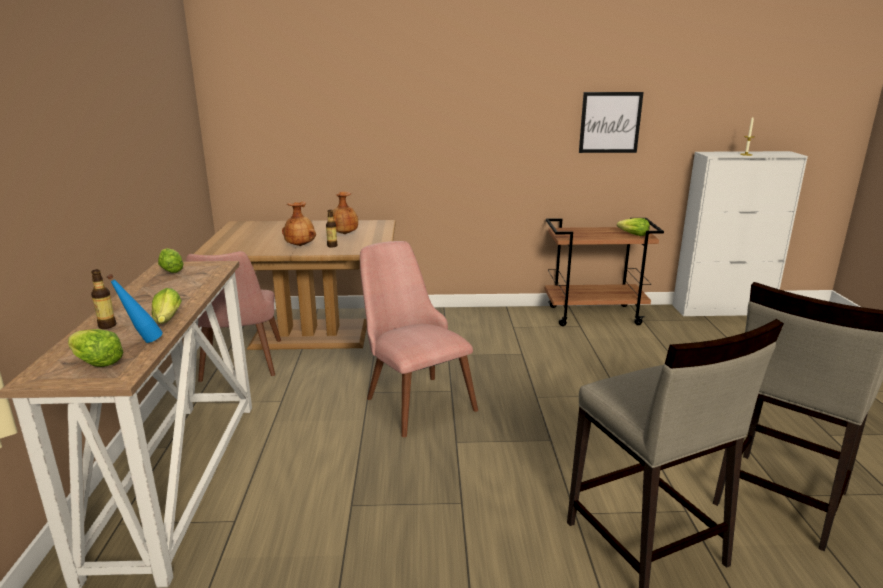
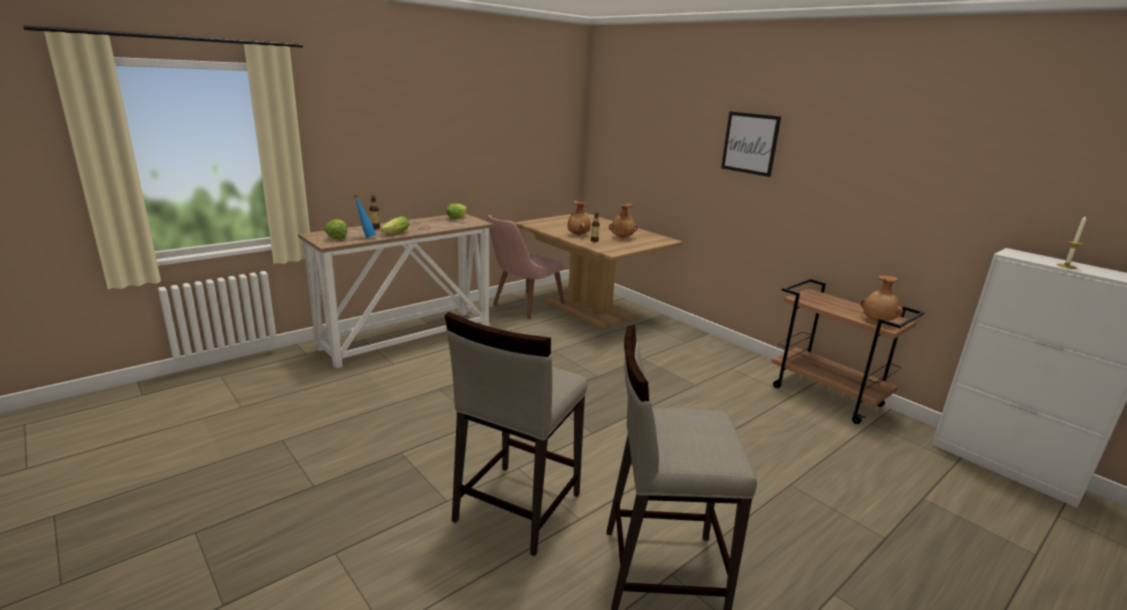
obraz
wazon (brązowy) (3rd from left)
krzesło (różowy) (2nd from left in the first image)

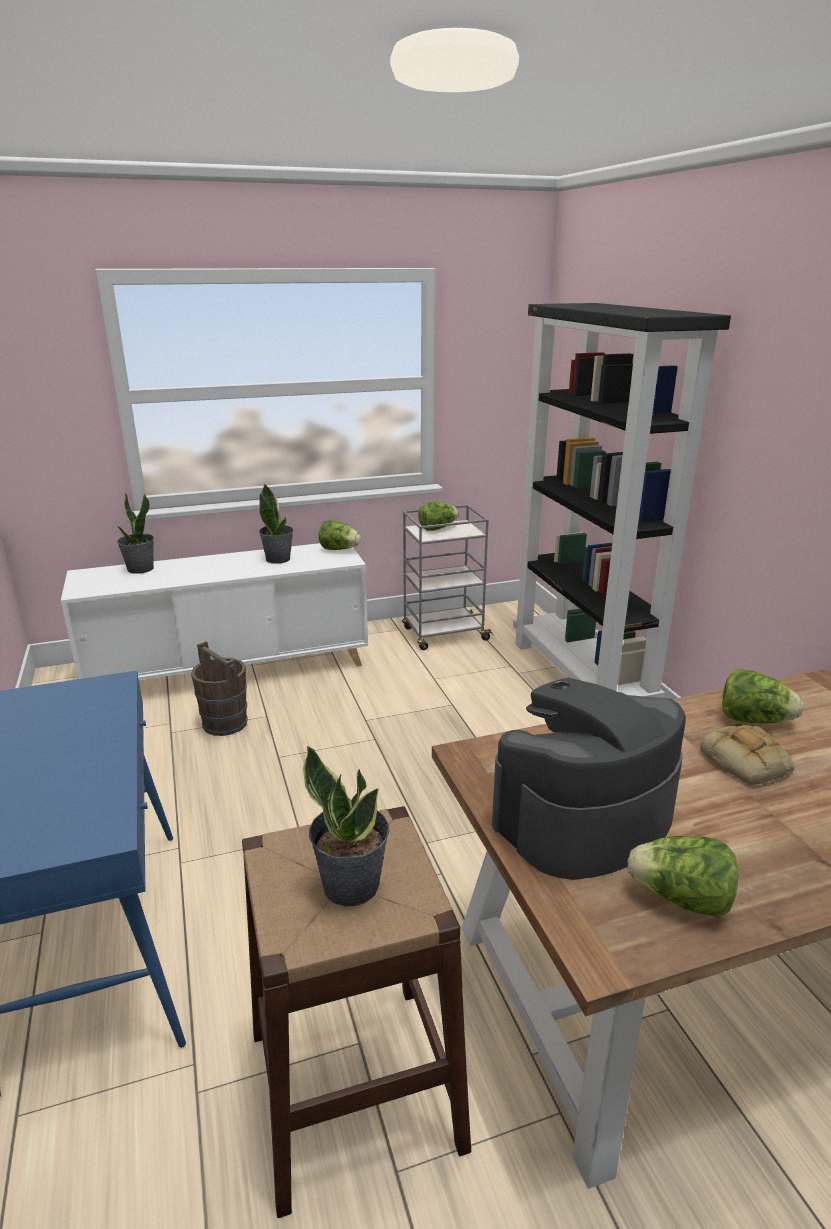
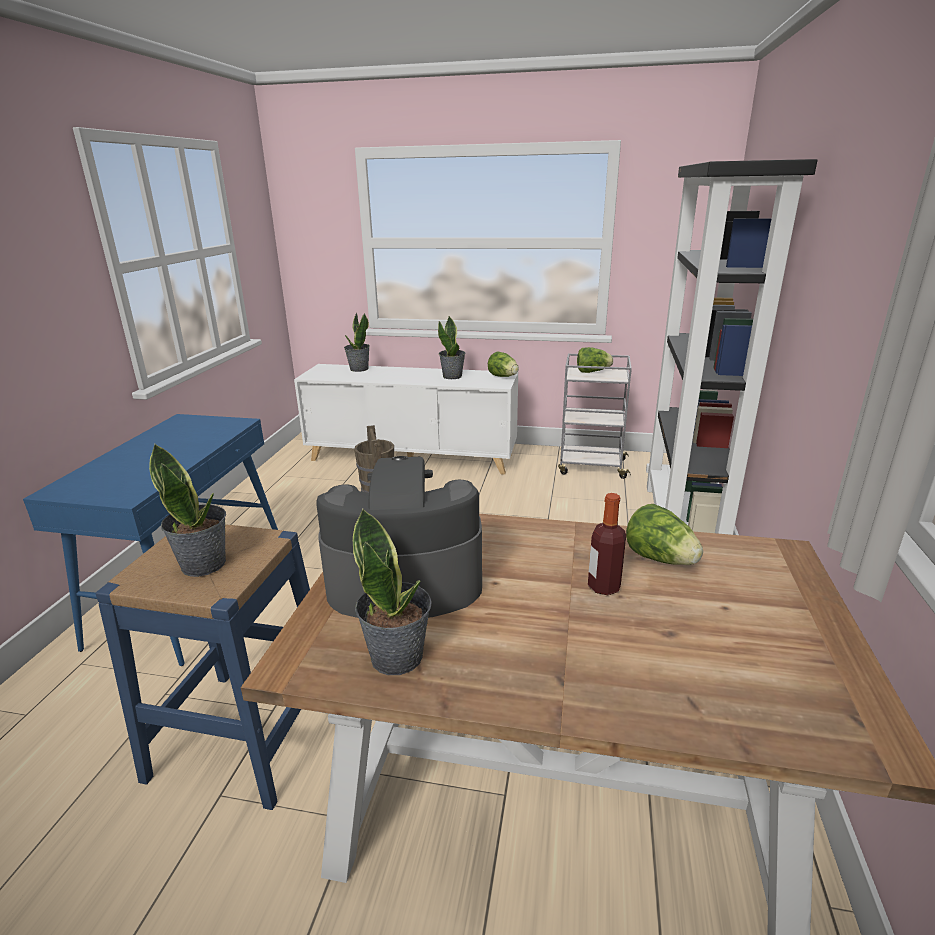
stołek (niebieski)
roślina doniczkowa (3rd from left)
butelka

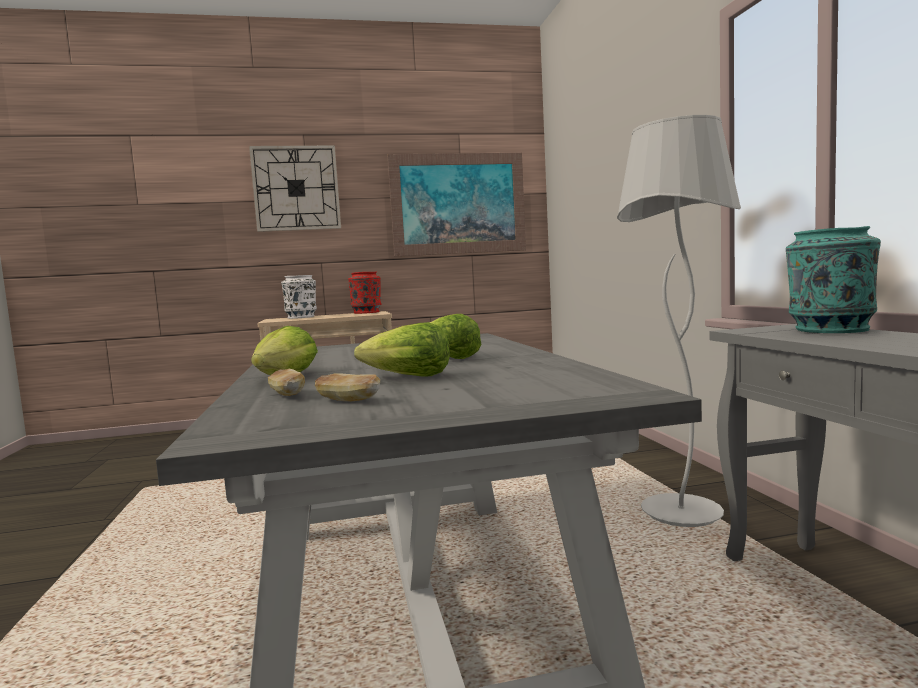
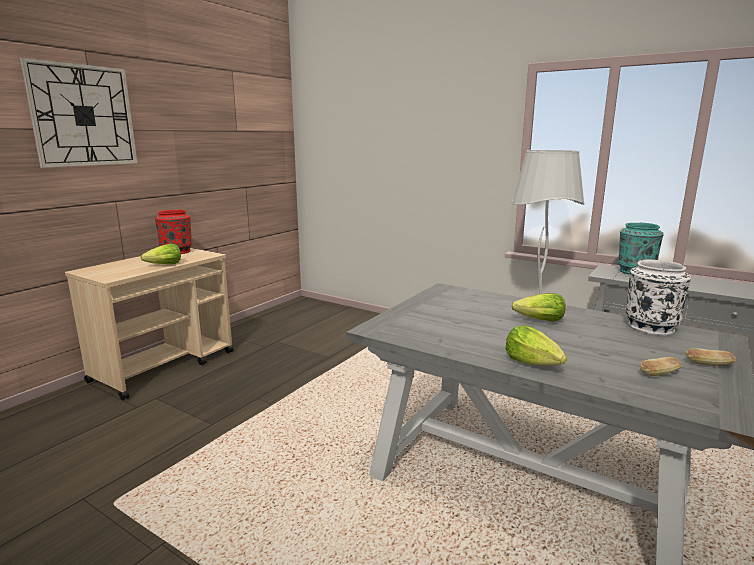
sałata (1st from left)
wazon (biały)
chleb (2nd from left)
obraz

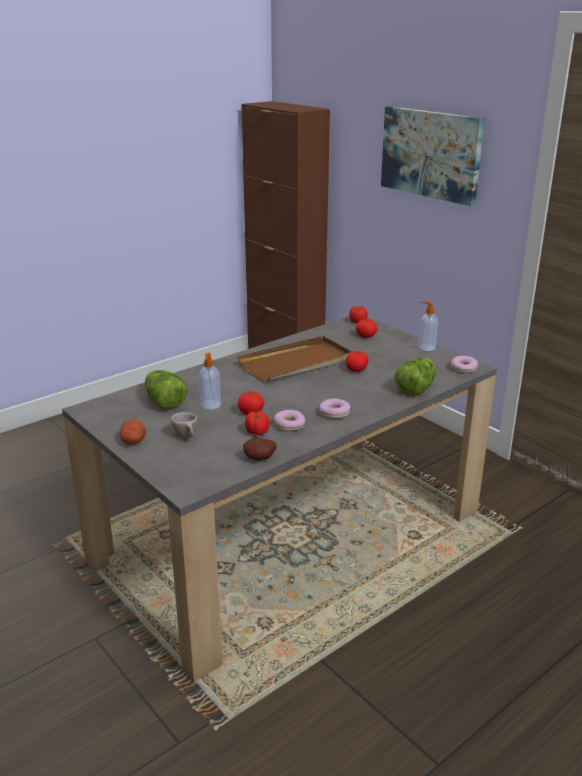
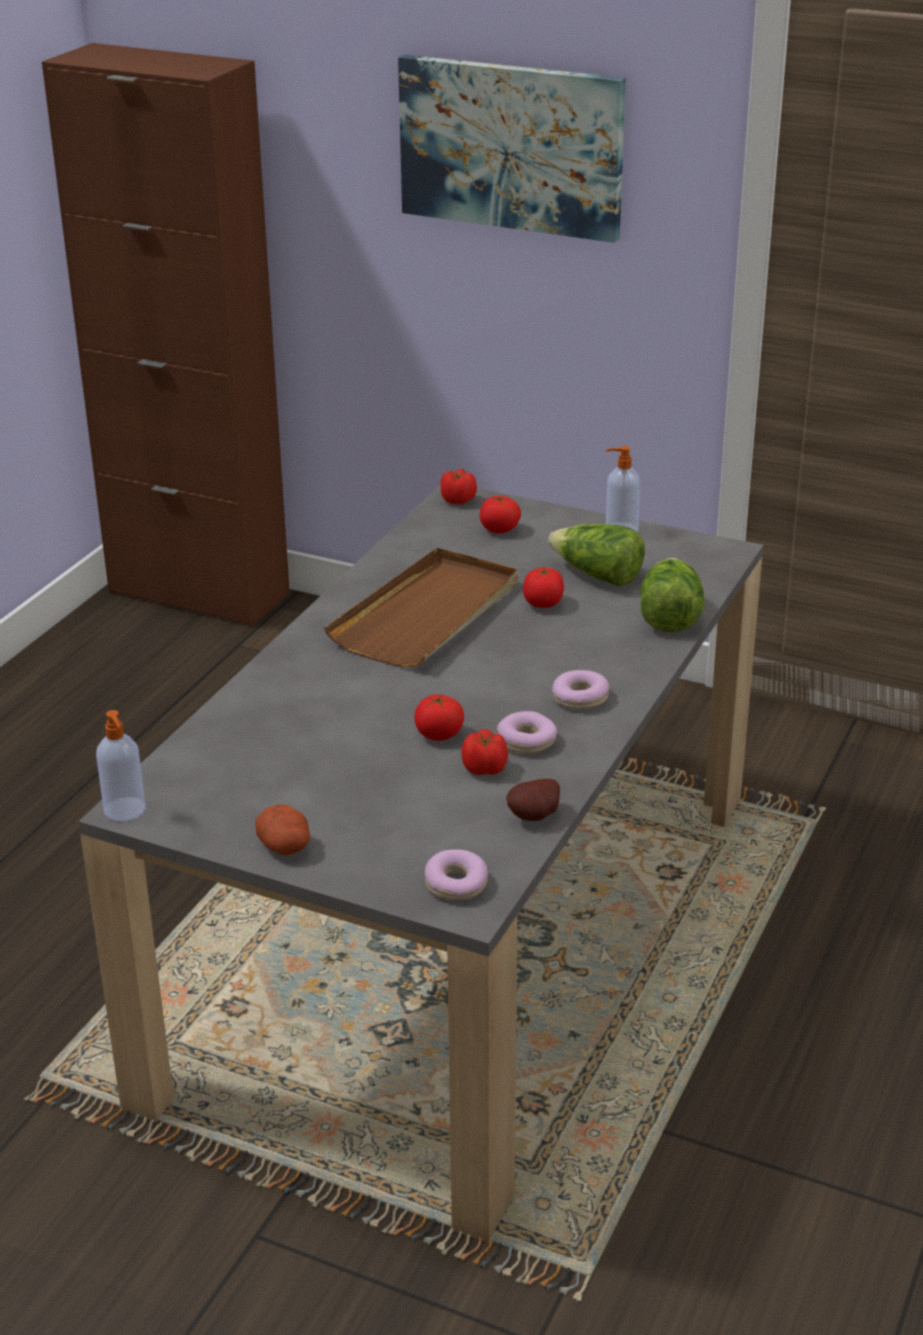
dozownik mydła (1st from left)
donut (1st from left)
sałata (1st from left)
filiżanka (beżowy)

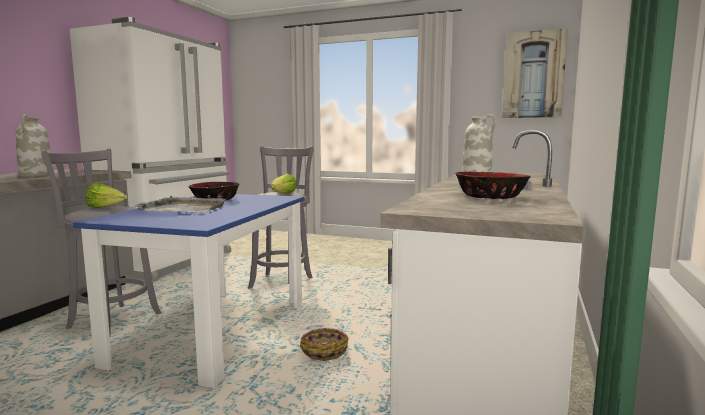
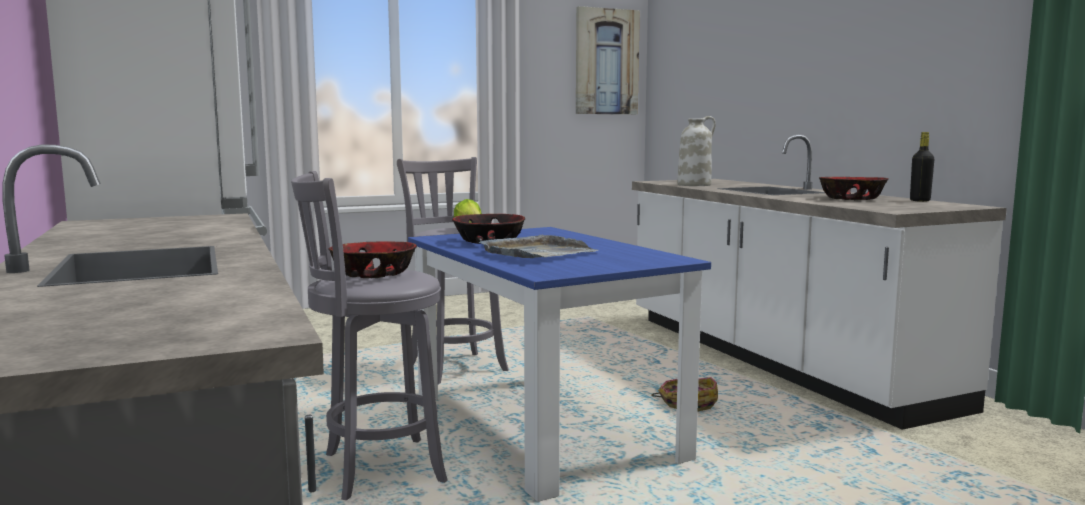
miska (1st from left)
butelka (czarny)
wazon (biały) (1st from left in the first image)

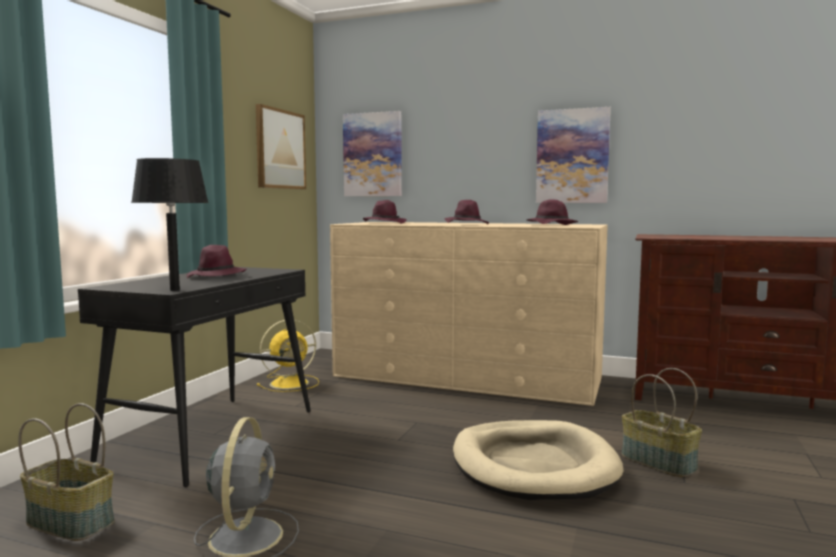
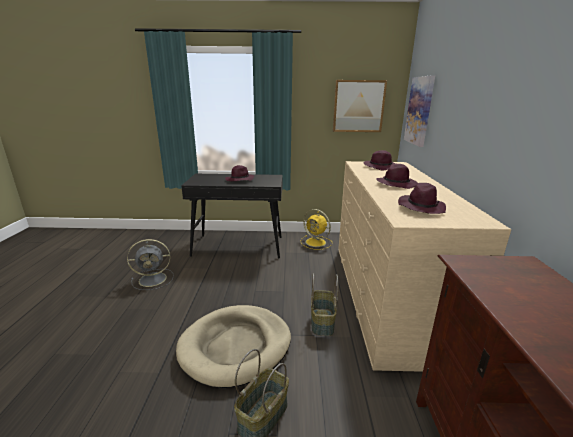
koszyk (2nd from left)
lampa stołowa (czarny)
obraz (3rd from left in the first image)

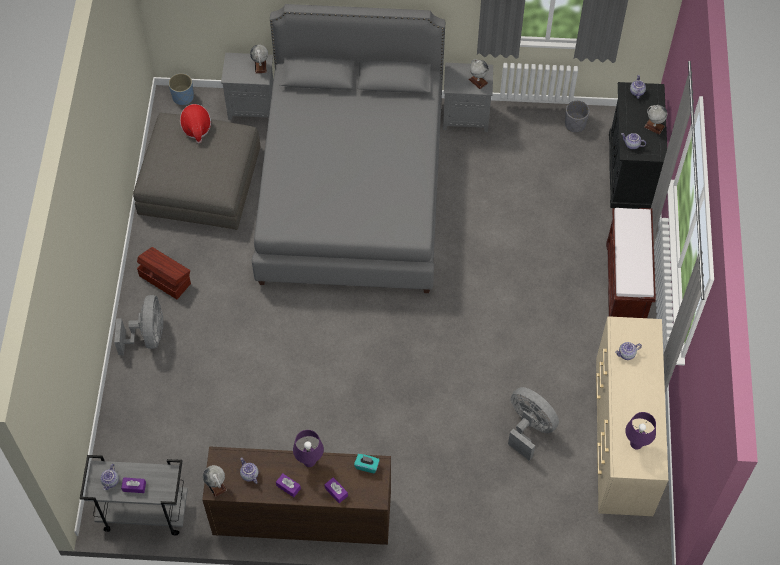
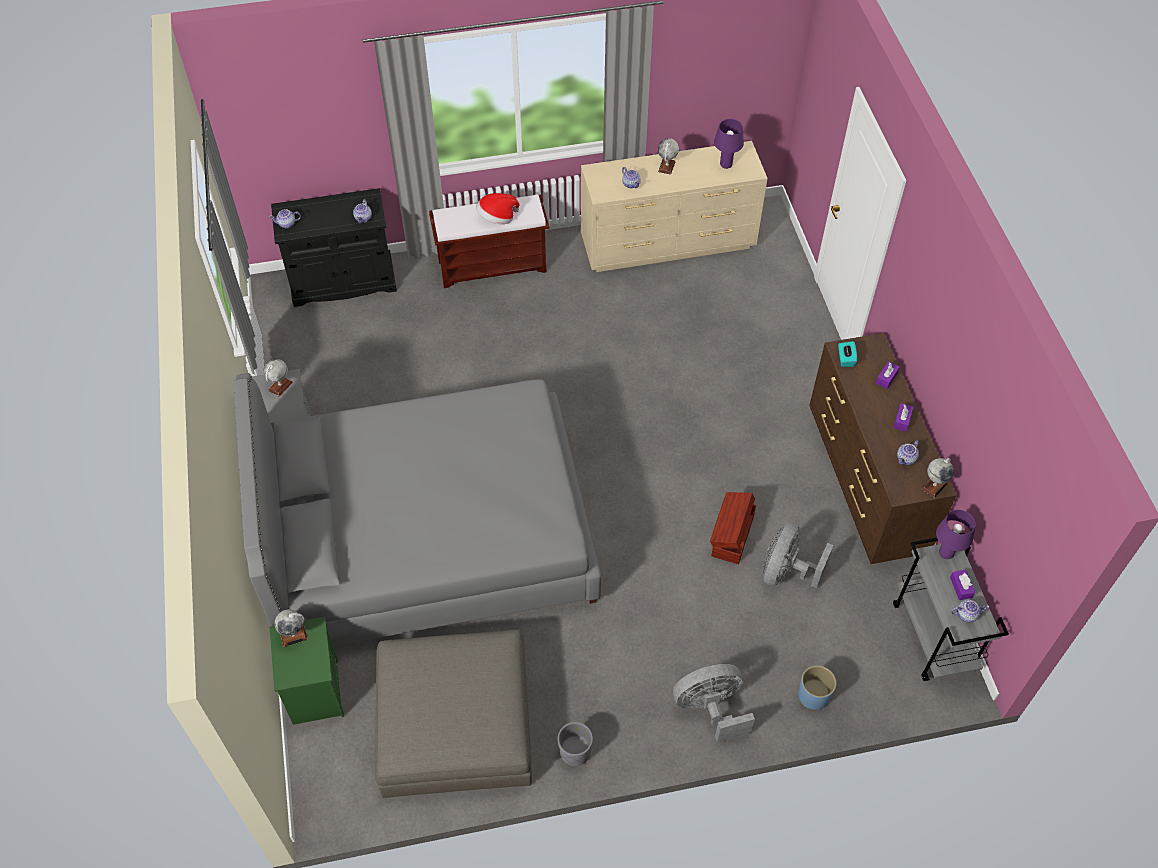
szafka nocna (zielony)
kapelusz
donica (szary)
globus (3rd from left)
pojemnik do przechowywania (brązowy)
wentylator (szary) (2nd from left)
donica (niebieski)
lampa stołowa (fioletowy) (2nd from left)

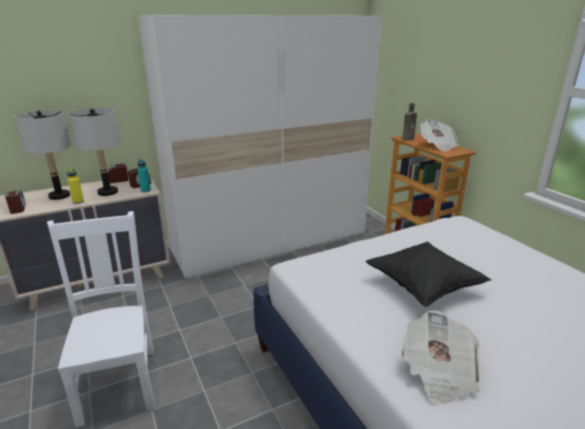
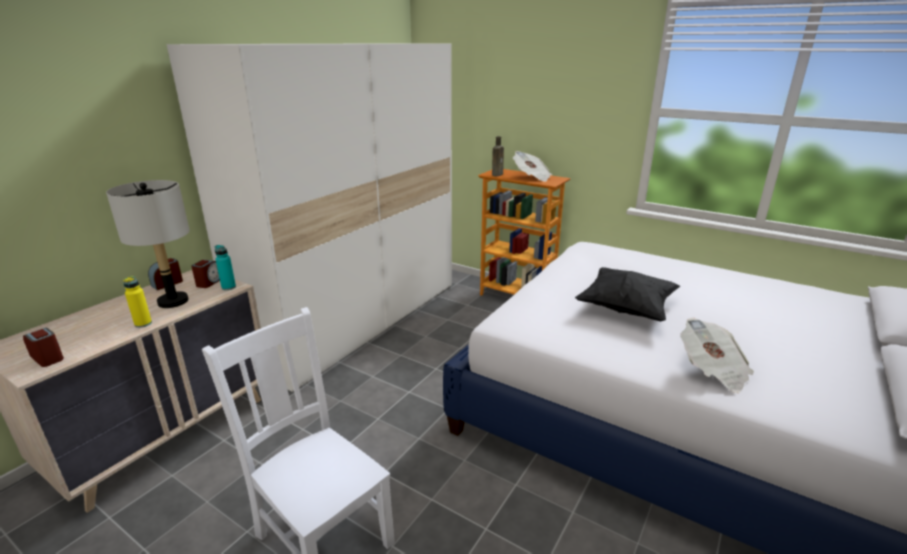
lampa stołowa (szary) (1st from left in the first image)

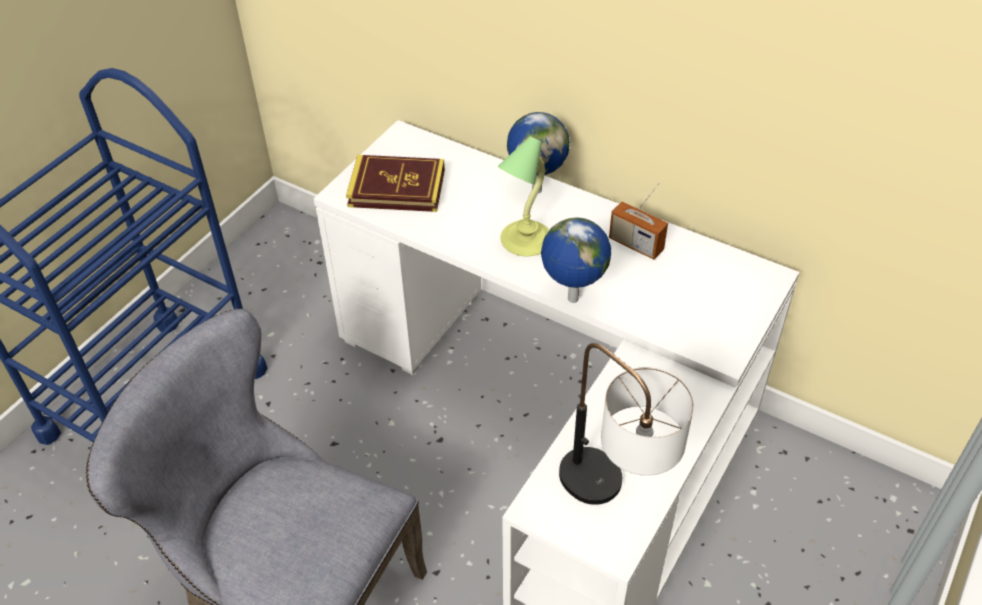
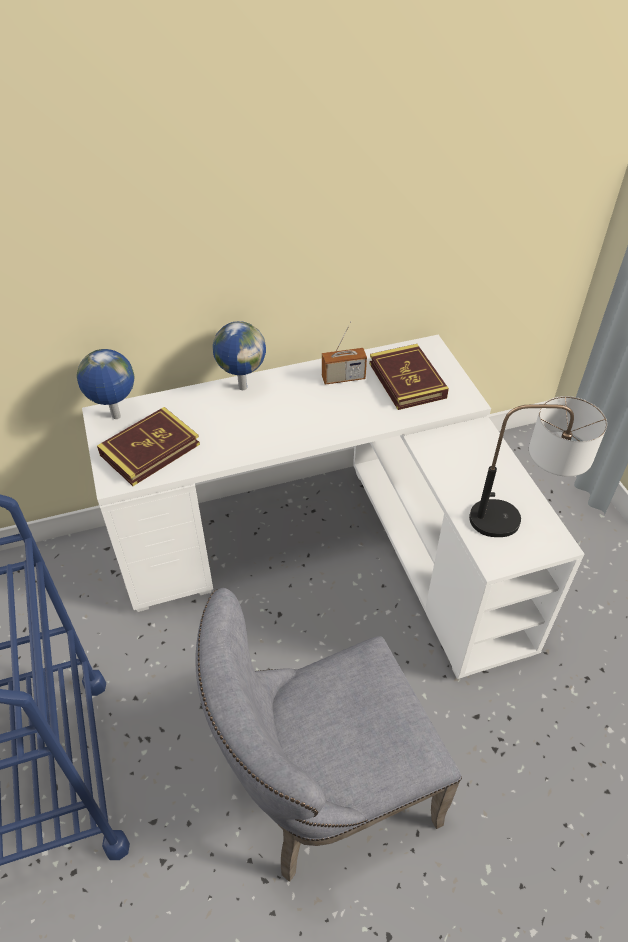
globus (1st from left)
książka (2nd from left)
lampa stołowa (1st from left in the first image)

